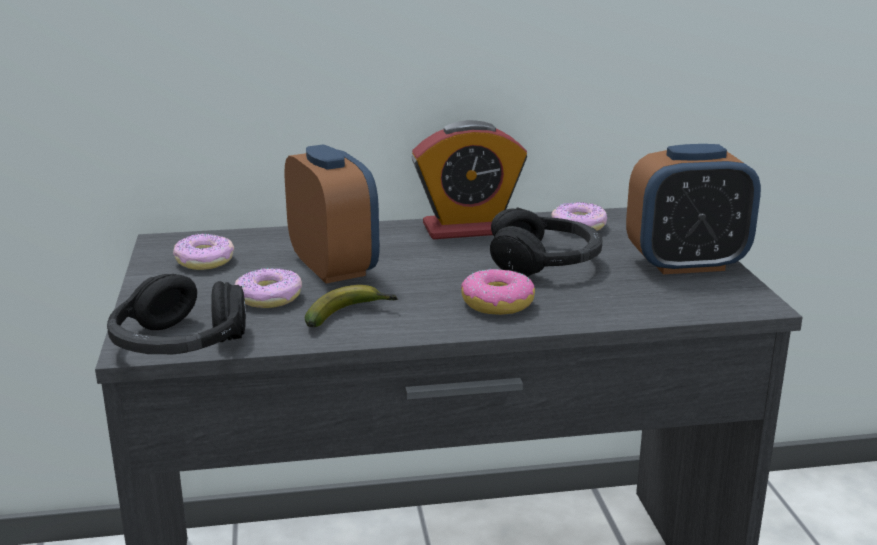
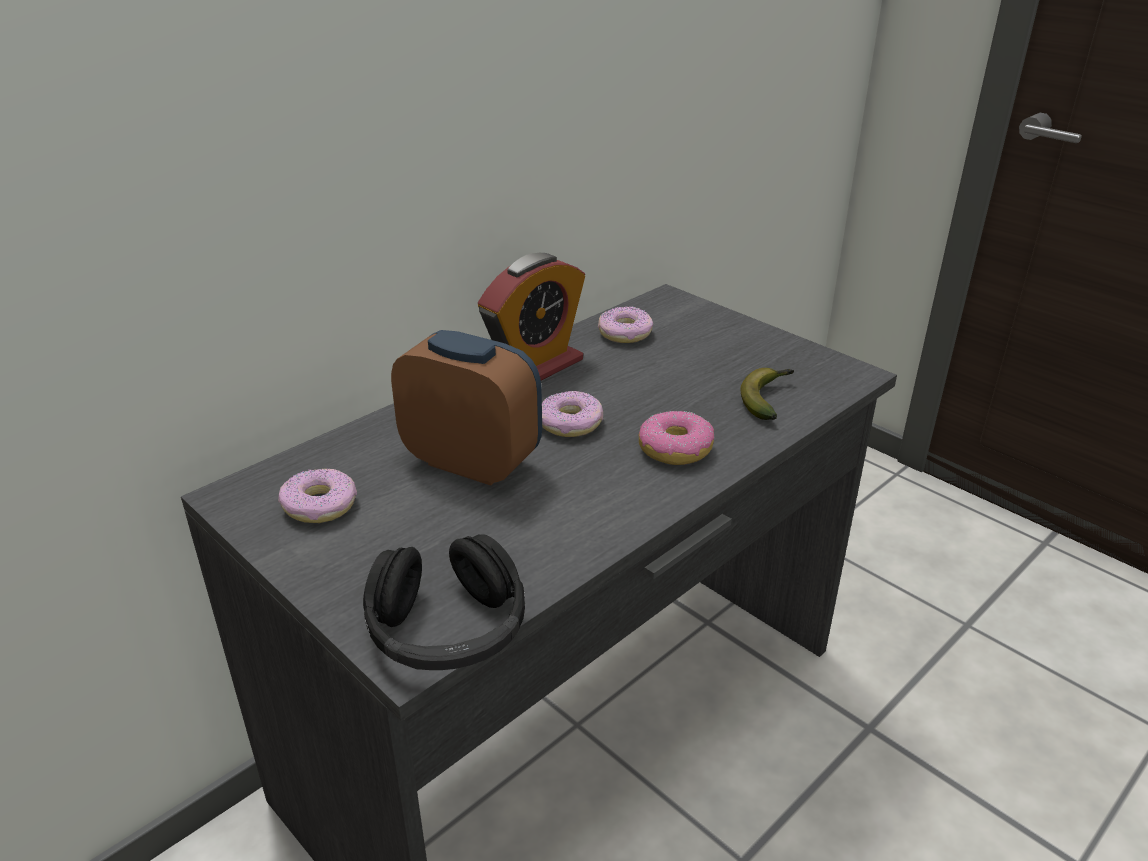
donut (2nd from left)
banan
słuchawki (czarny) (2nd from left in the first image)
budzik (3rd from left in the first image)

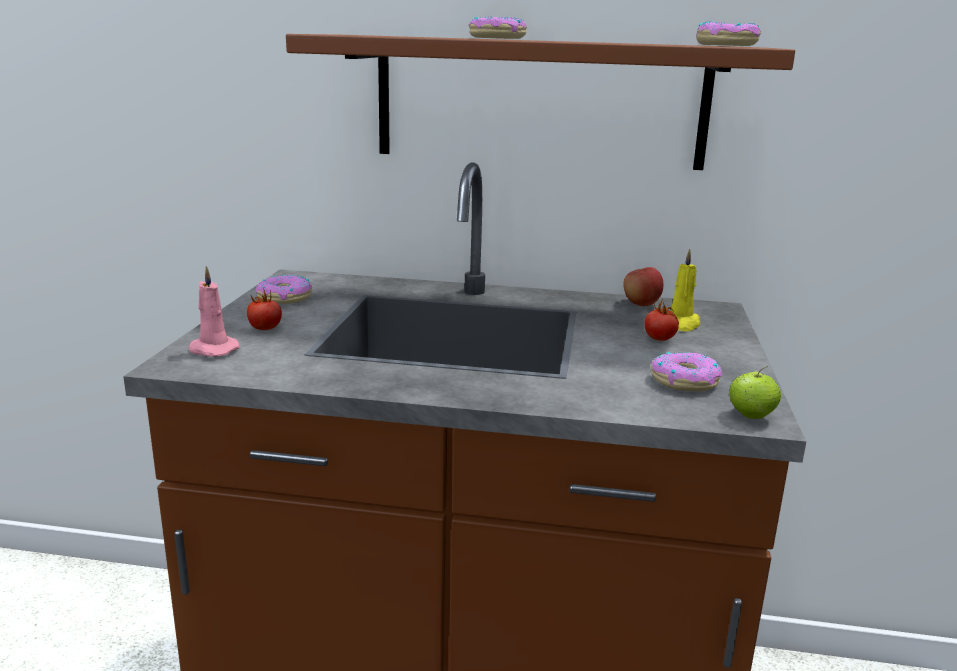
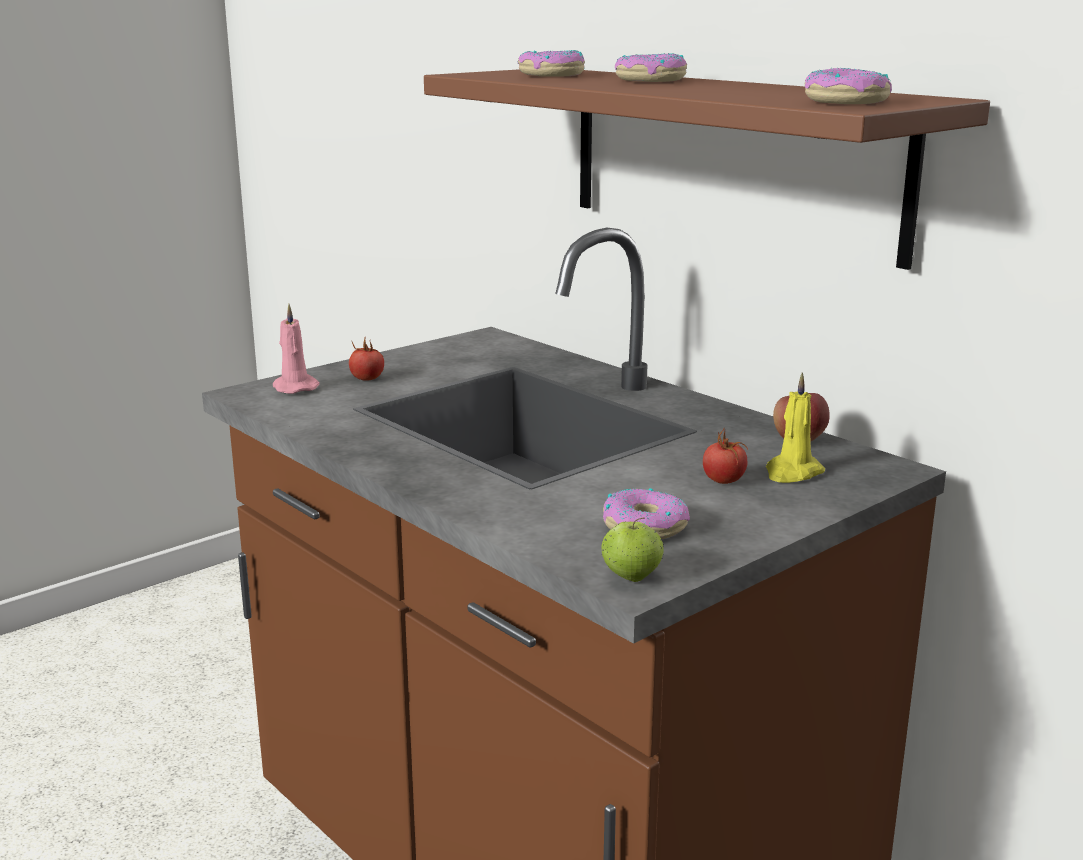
donut (1st from left)

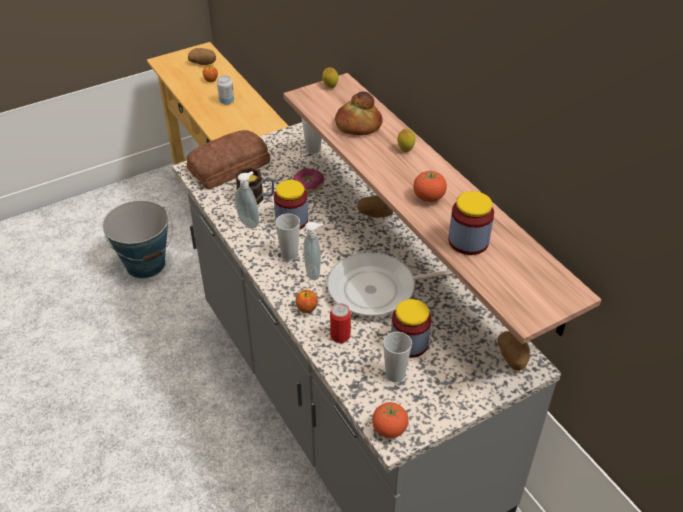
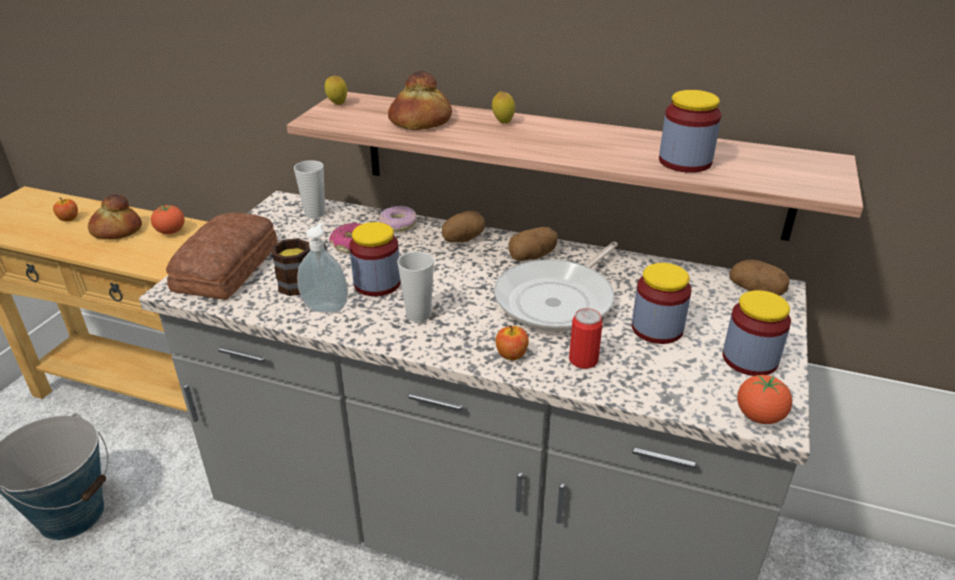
chleb (1st from left)
pomidor (1st from left)
donut (2nd from left)
ziemniak (2nd from left)
słoik (4th from left)
dozownik mydła (2nd from left in the first image)
filiżanka (3rd from left in the first image)

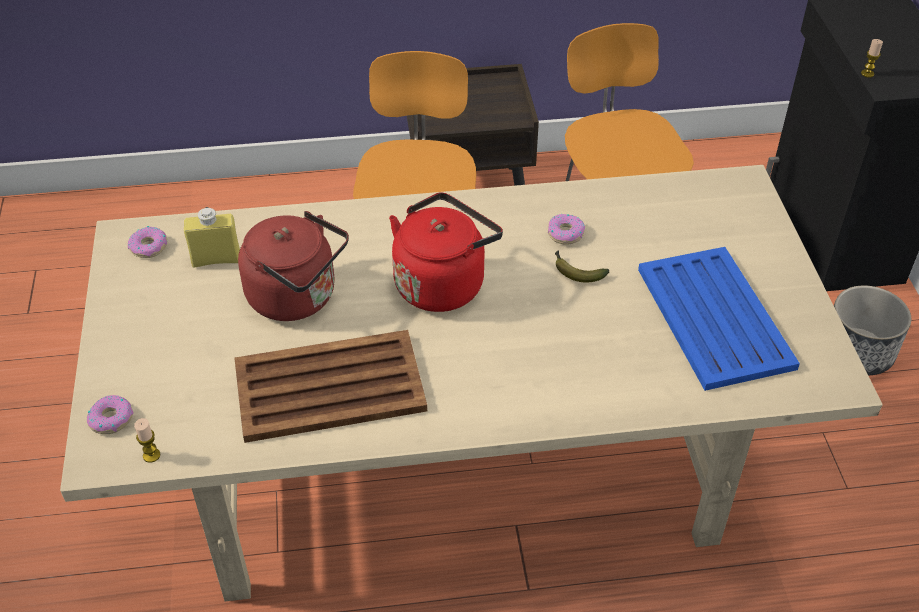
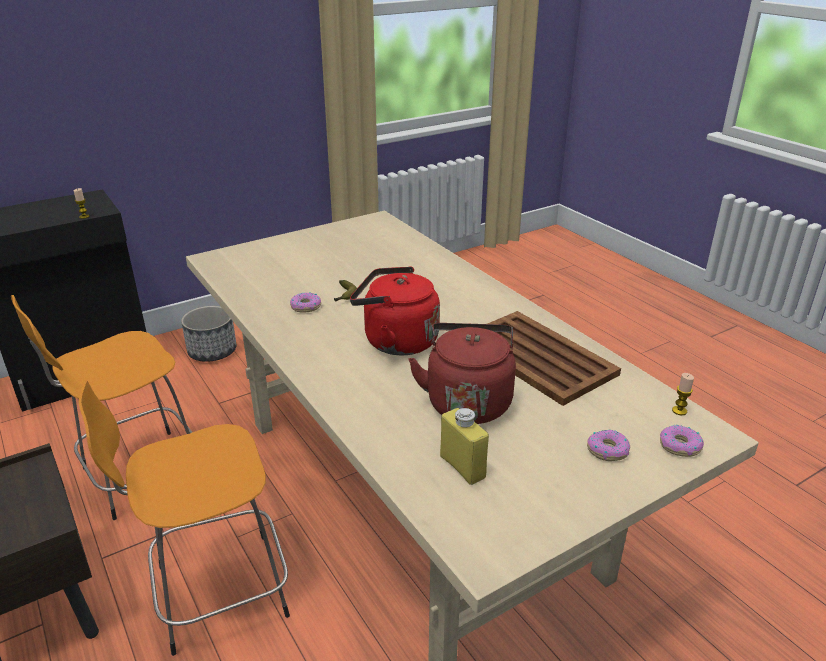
donut (2nd from left)
taca (niebieski)

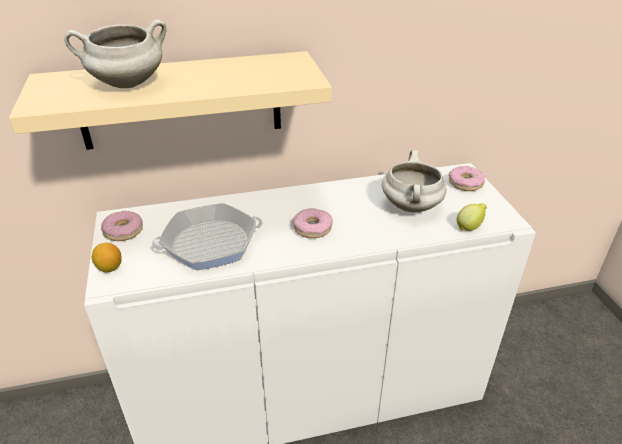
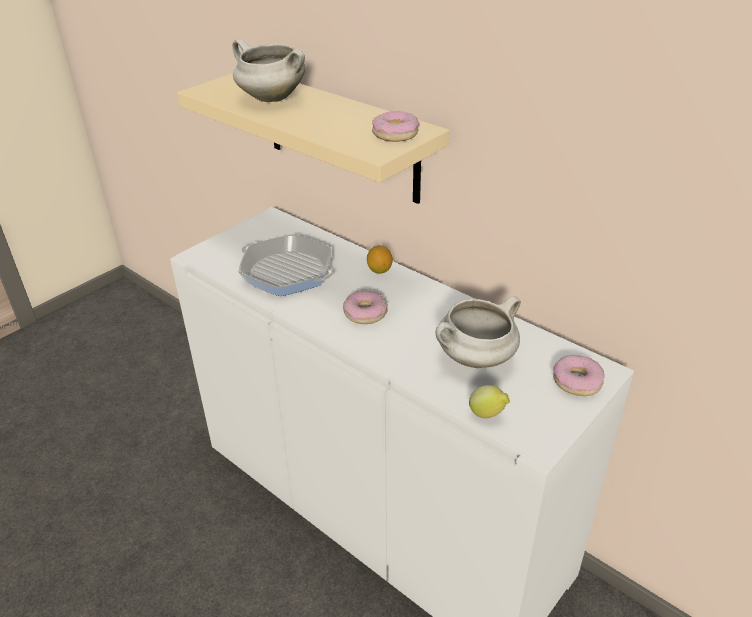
cytryna (1st from left)
donut (2nd from left)

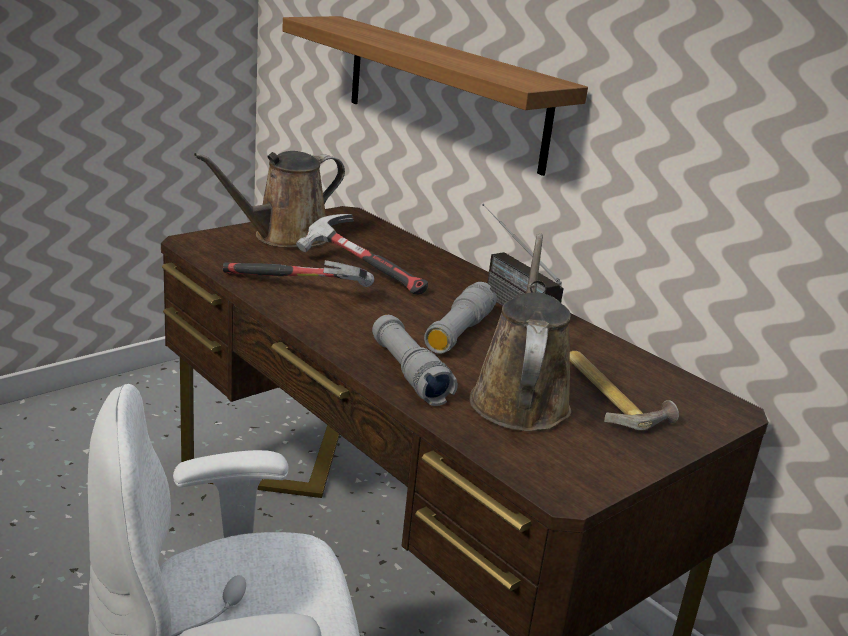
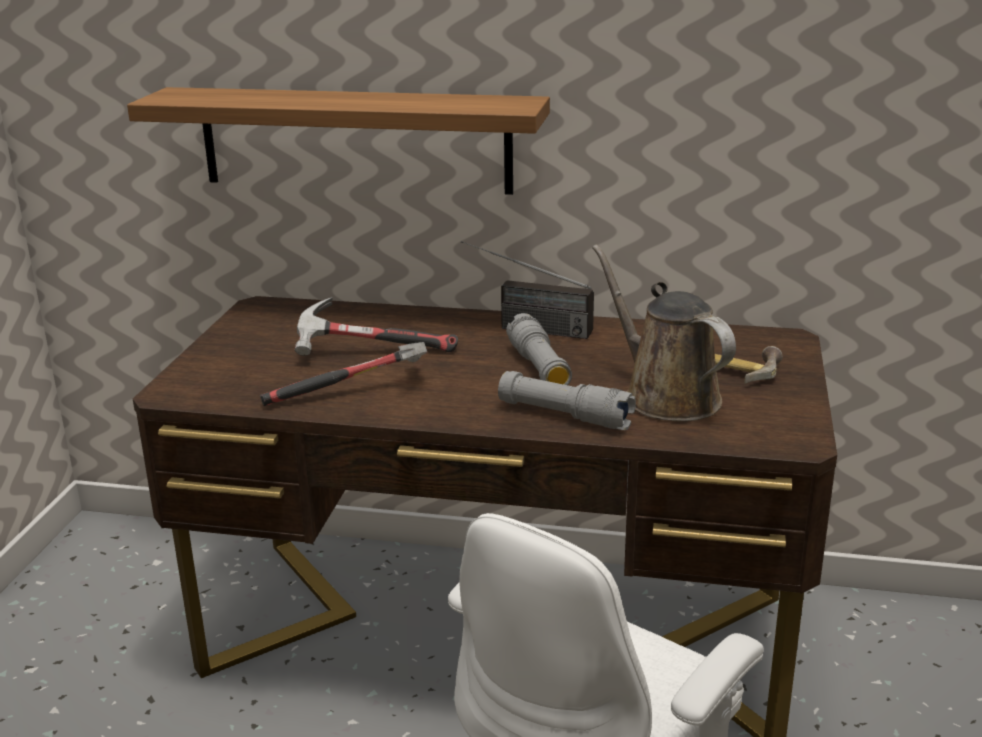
konewka (brązowy) (1st from left in the first image)

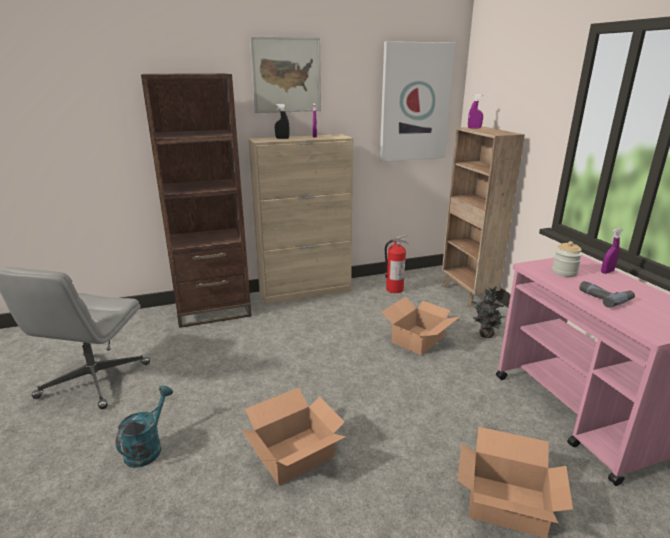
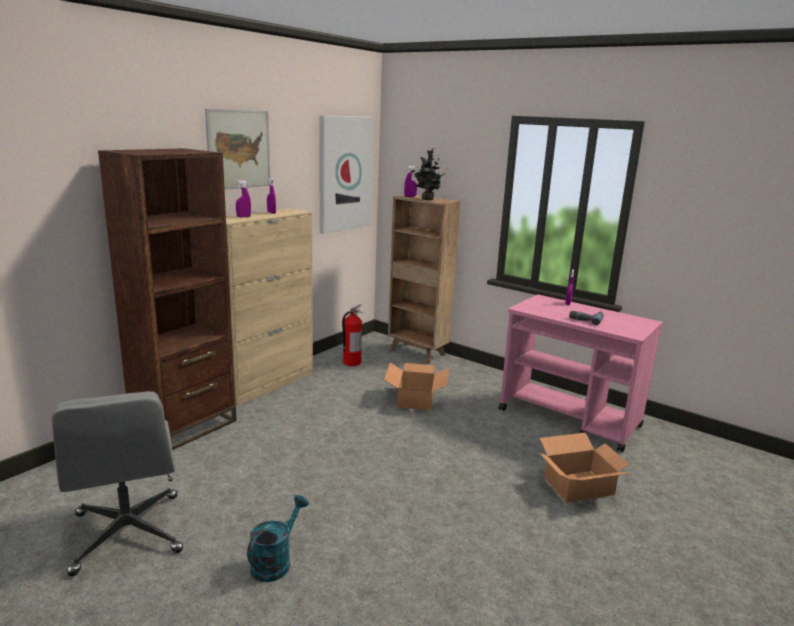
spryskiwacz (fioletowy) (1st from left)
konewka (turkusowy)
roślina doniczkowa
karton (1st from left in the first image)
słoik

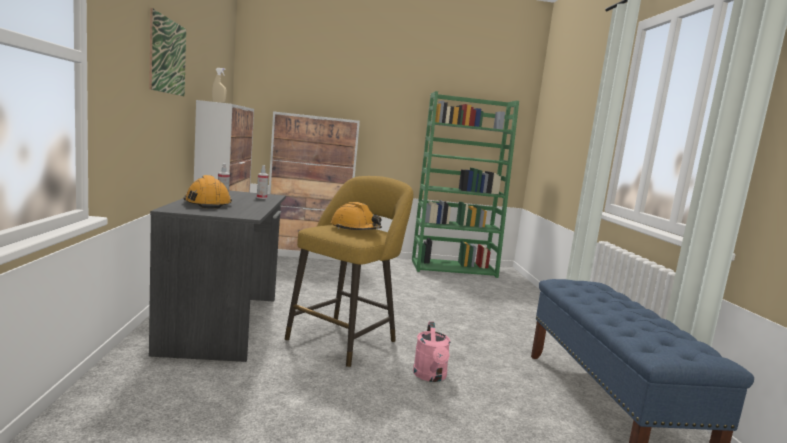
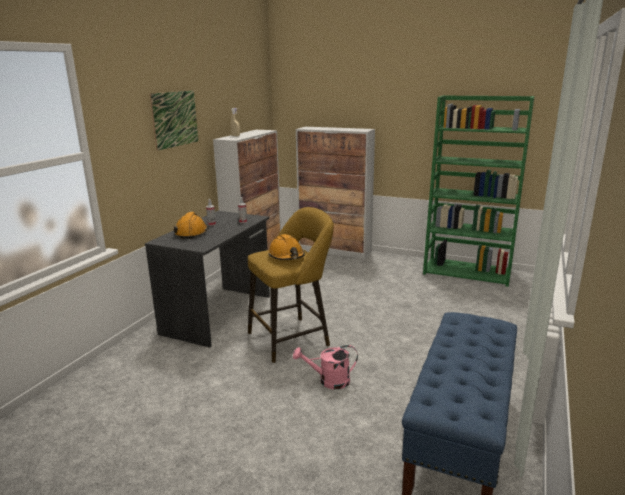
konewka (różowy)

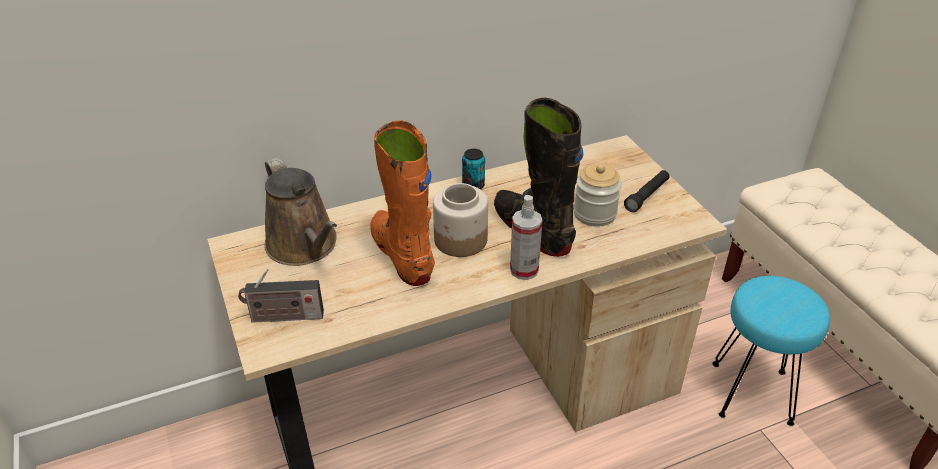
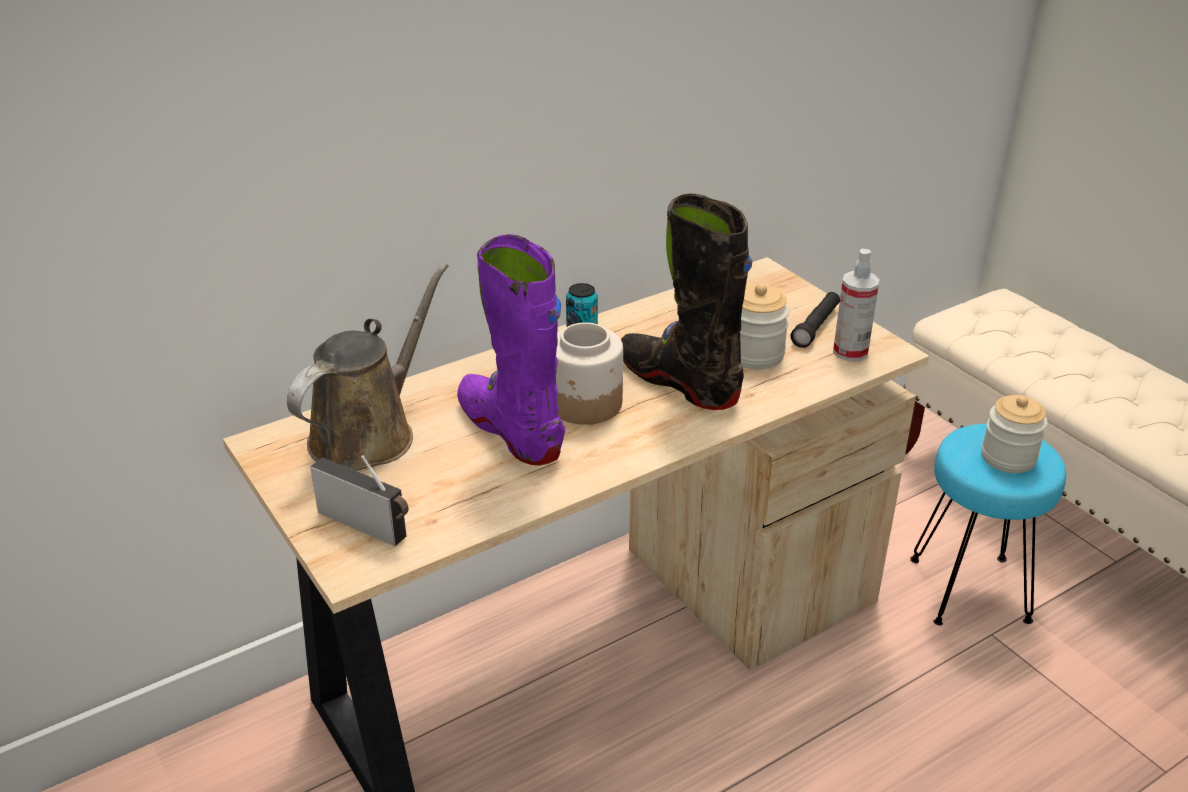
konewka (brązowy)
radio
but z cholewką (fioletowy)
spryskiwacz
słoik (3rd from left)

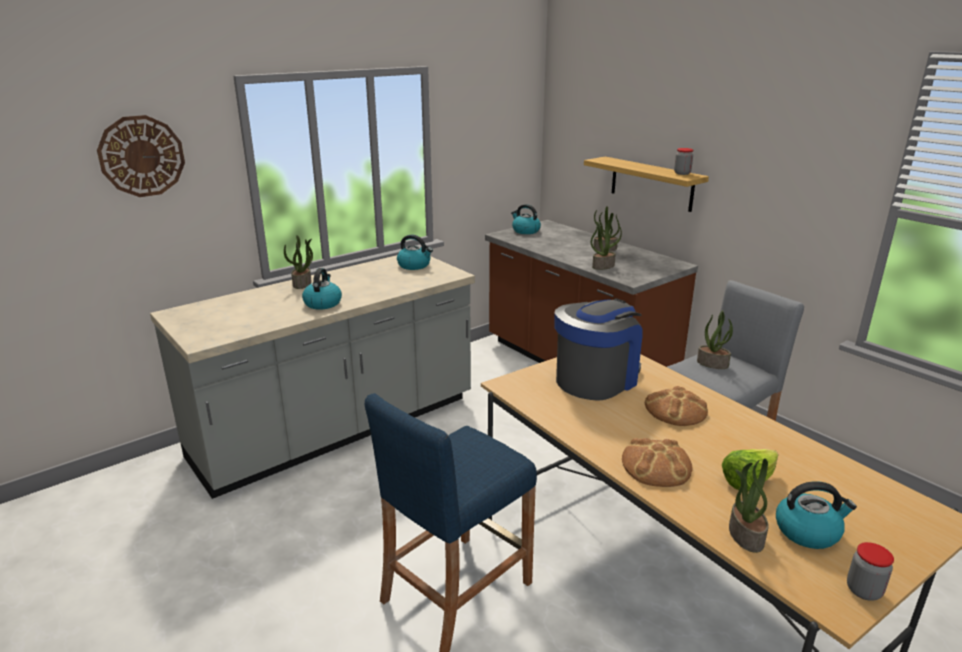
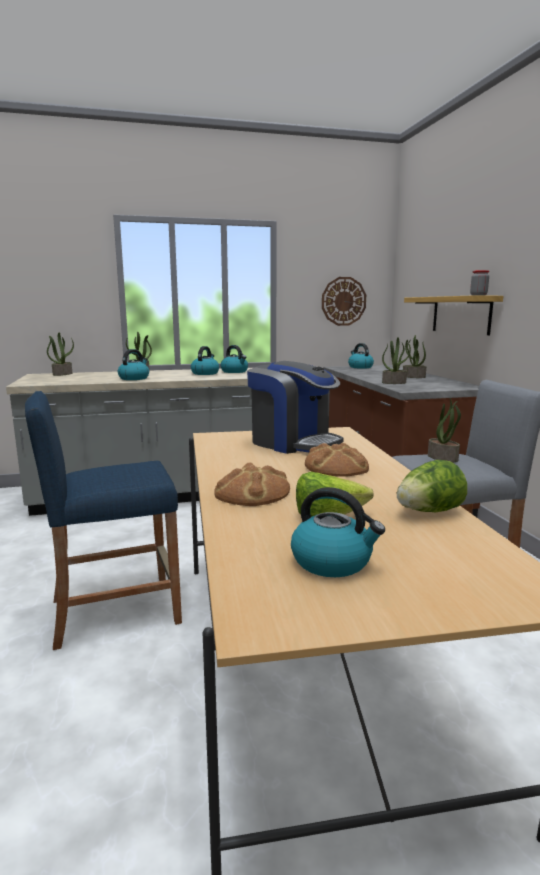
roślina doniczkowa (1st from left)
czajnik (2nd from left)
ekspres do kawy
zegar ścienny
sałata (2nd from left)
słoik (2nd from left in the first image)

